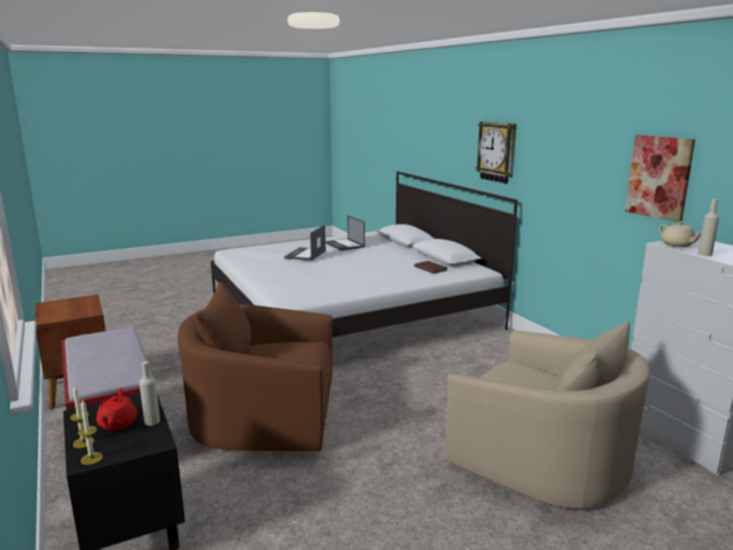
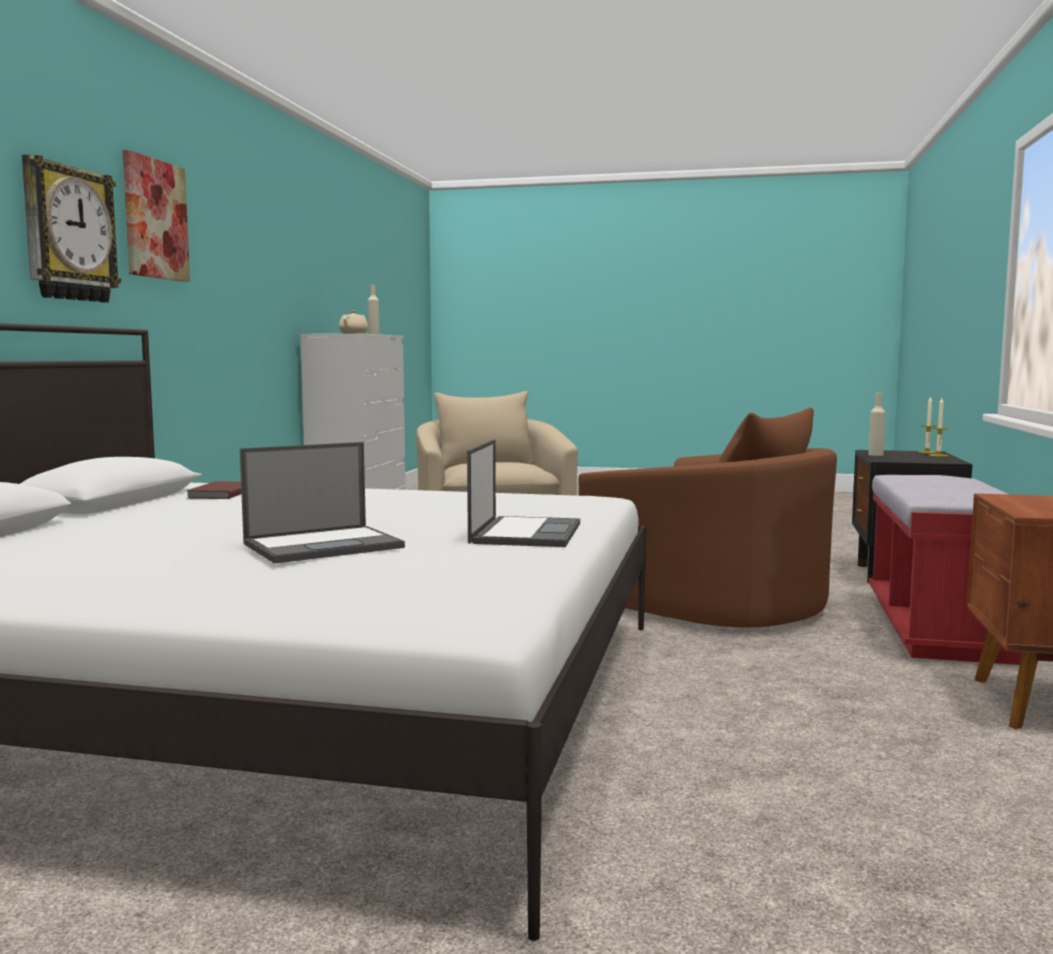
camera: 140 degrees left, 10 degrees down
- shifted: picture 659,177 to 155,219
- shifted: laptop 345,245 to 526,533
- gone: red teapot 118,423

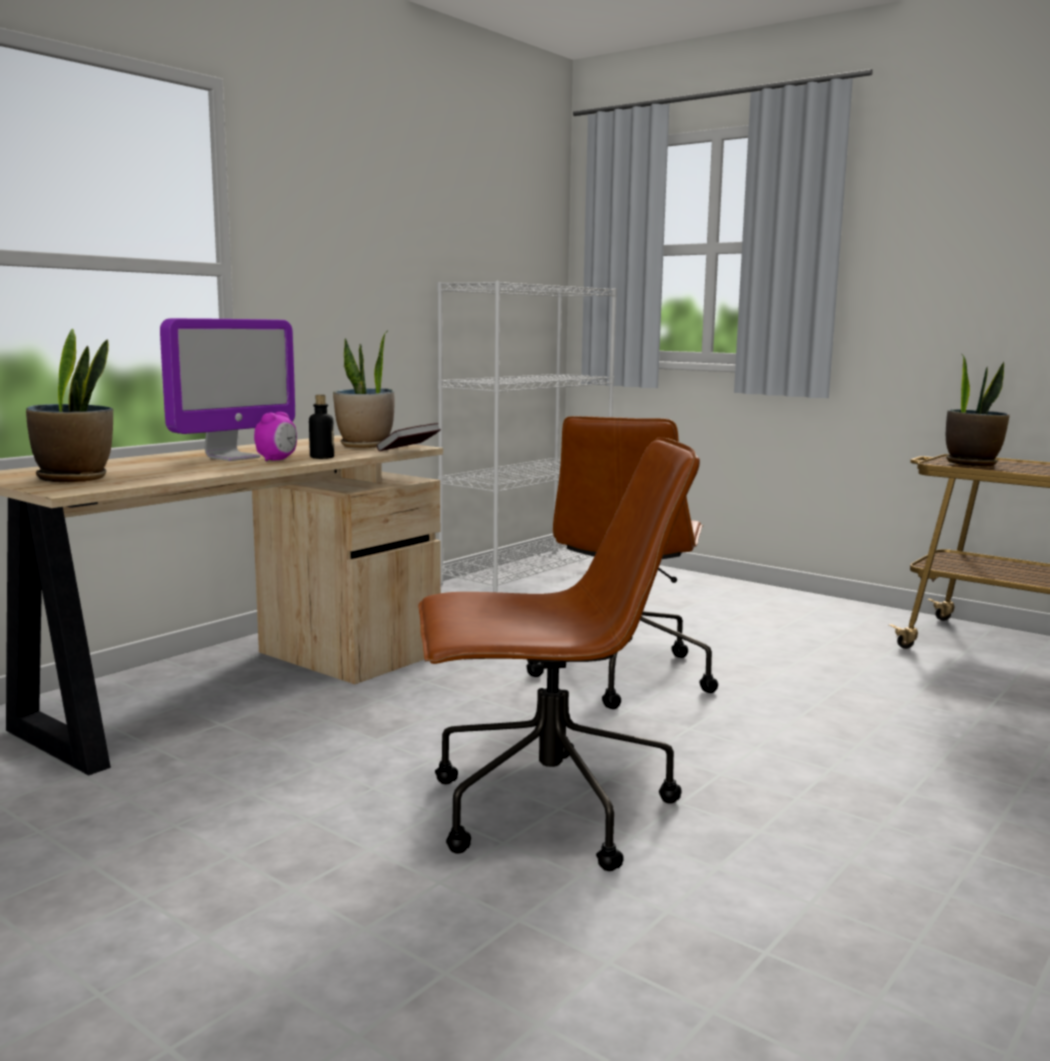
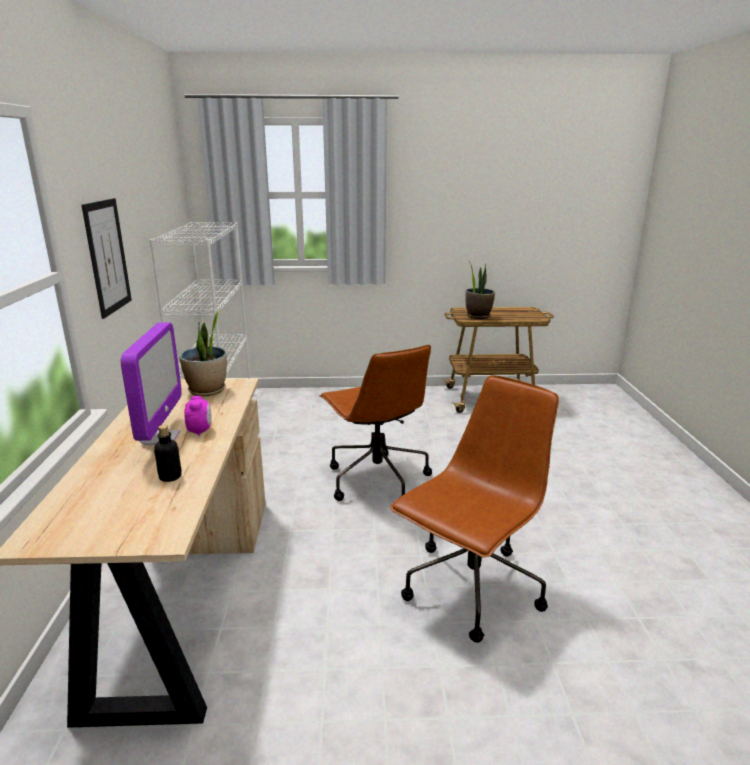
camera: 40 degrees left, 10 degrees up
- new: picture 107,257
- shifted: bottle 322,457 to 170,477
- gone: potted plant 74,478
- gone: book 408,450

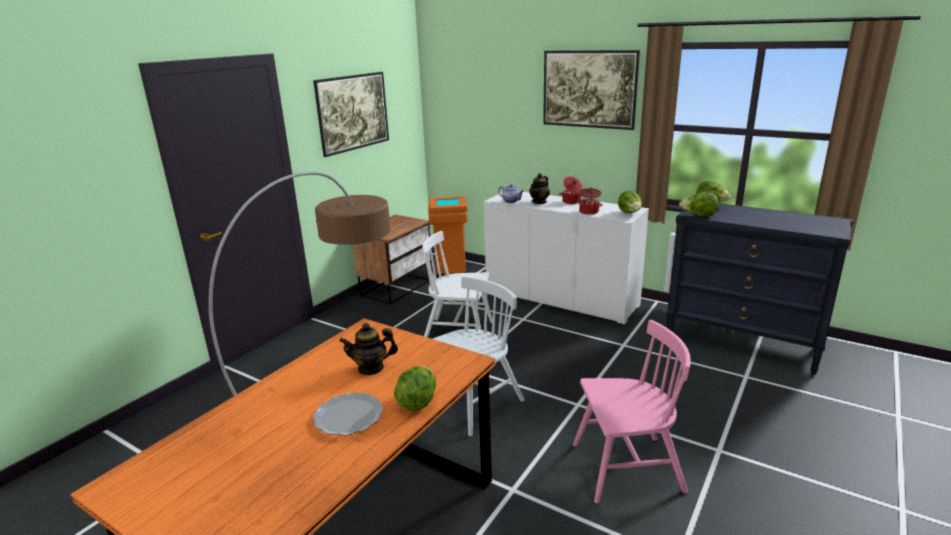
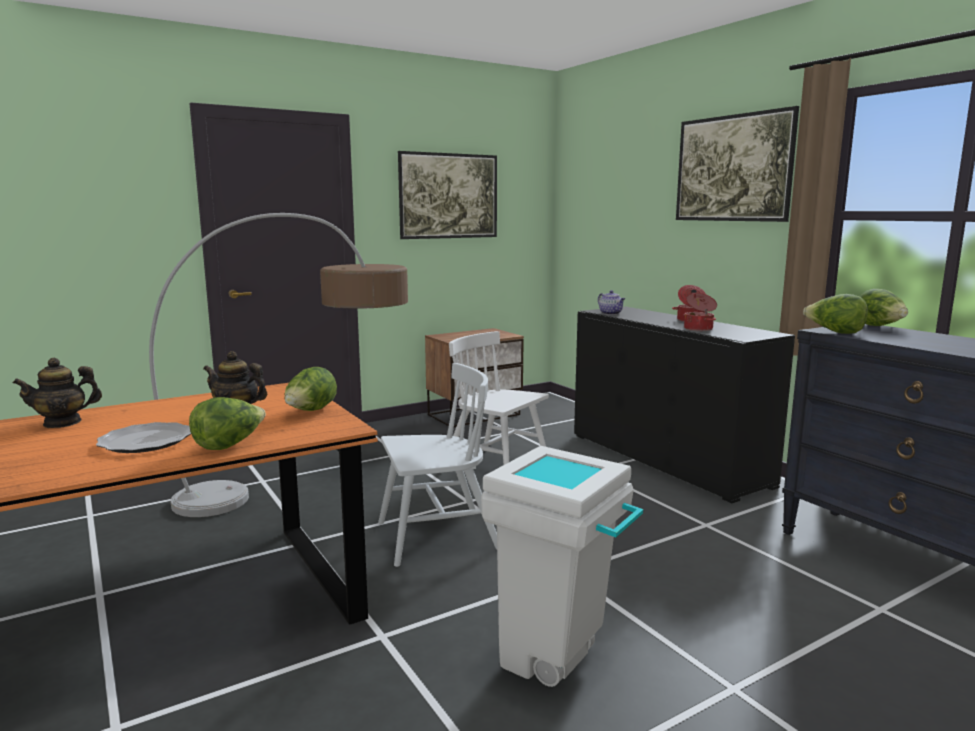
camera: 25 degrees right, 10 degrees down
- shifted: teapot 539,202 to 62,423
- shifted: lettuce 630,213 to 310,412
- swapped: pink chair 626,468 to white trash can 559,663
- repainted: white cabinet 560,298 to black cabinet 666,459
- gone: orange trash can 450,268

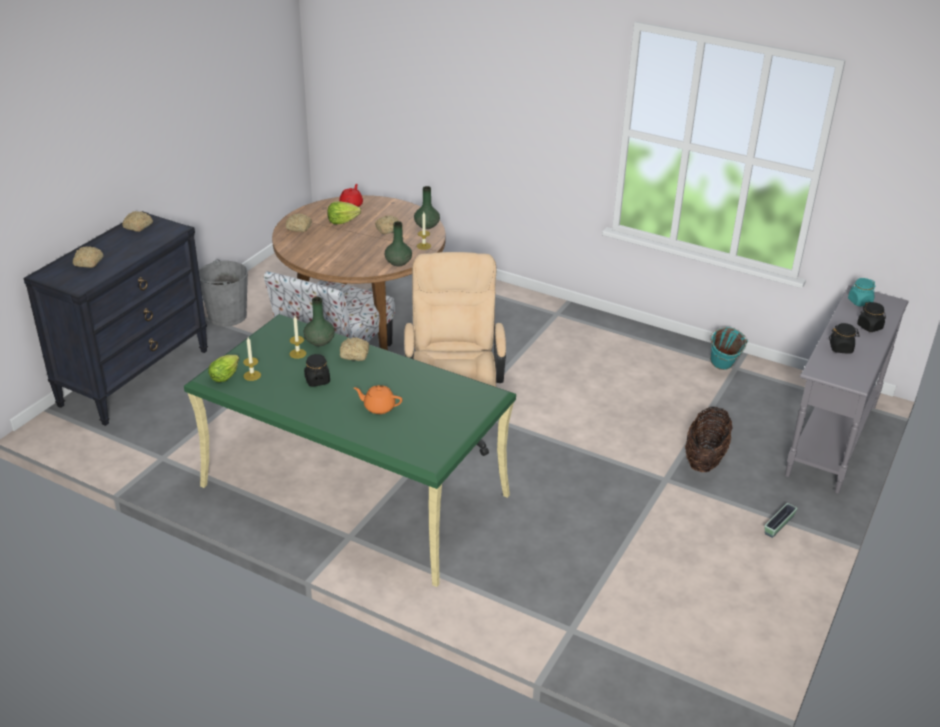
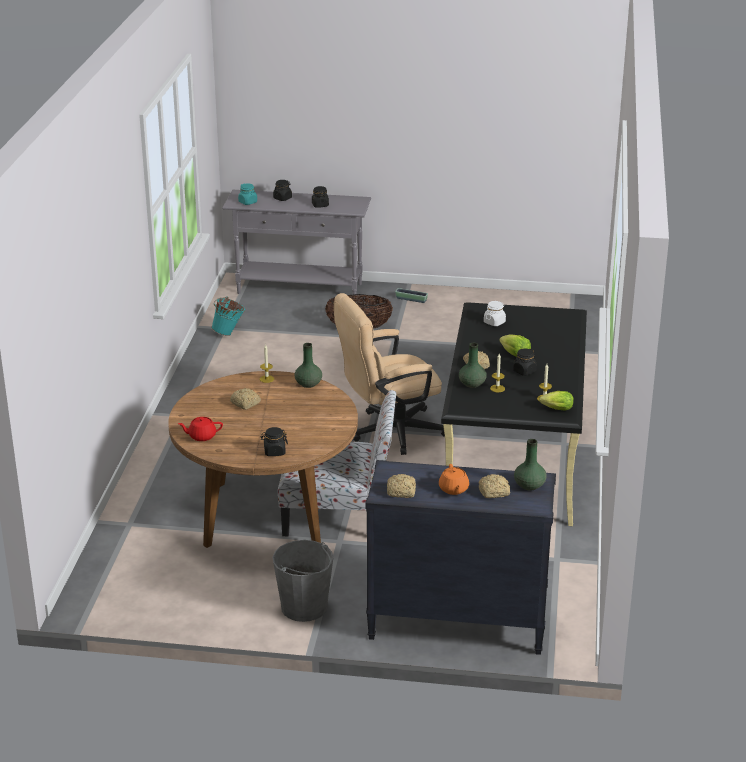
camera: 110 degrees left, 5 degrees down
- swapped: bread 299,228 to black jar 274,452
- shifted: orange teapot 378,407 to 453,489
- repainted: green desk 353,490 to black desk 513,455
- new: white jar 494,322
- shifted: lettuce 342,221 to 515,355
- shifted: green vase 427,225 to 529,485

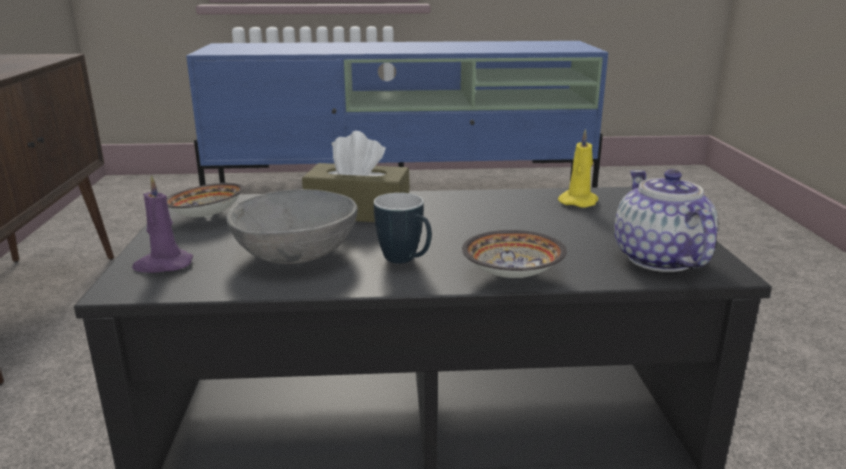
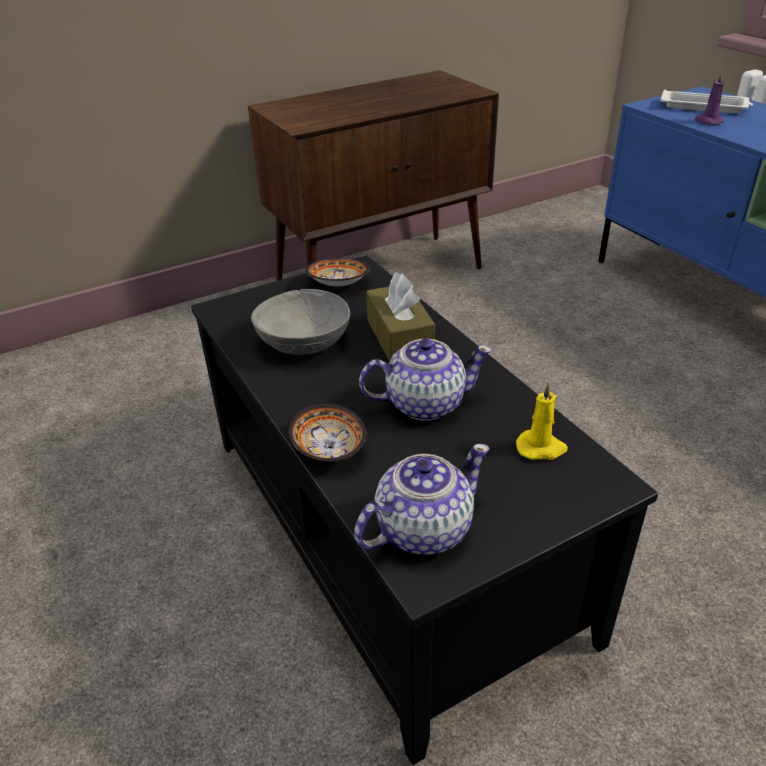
camera: 65 degrees right, 15 degrees up
- new: teapot 424,403
- new: white tray 704,107
- shifted: purple candle 163,265 to 708,121
- gone: mug 406,261

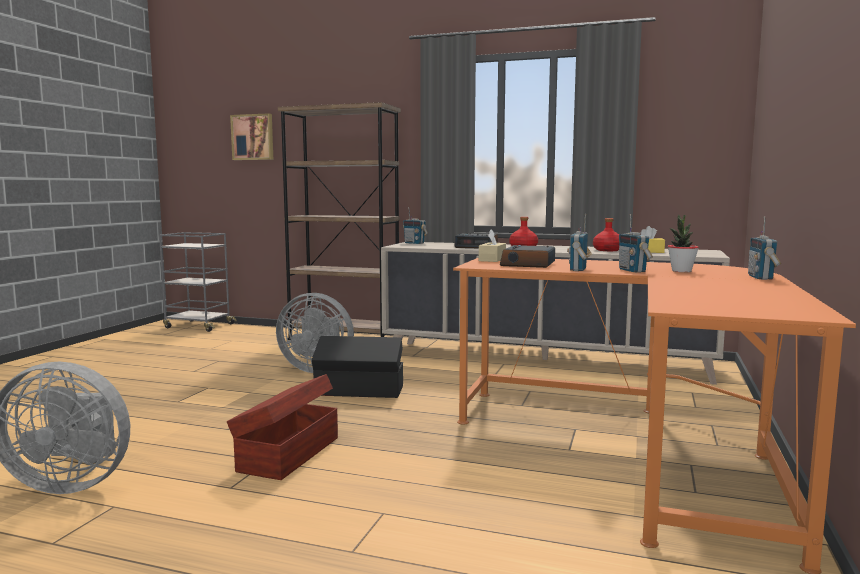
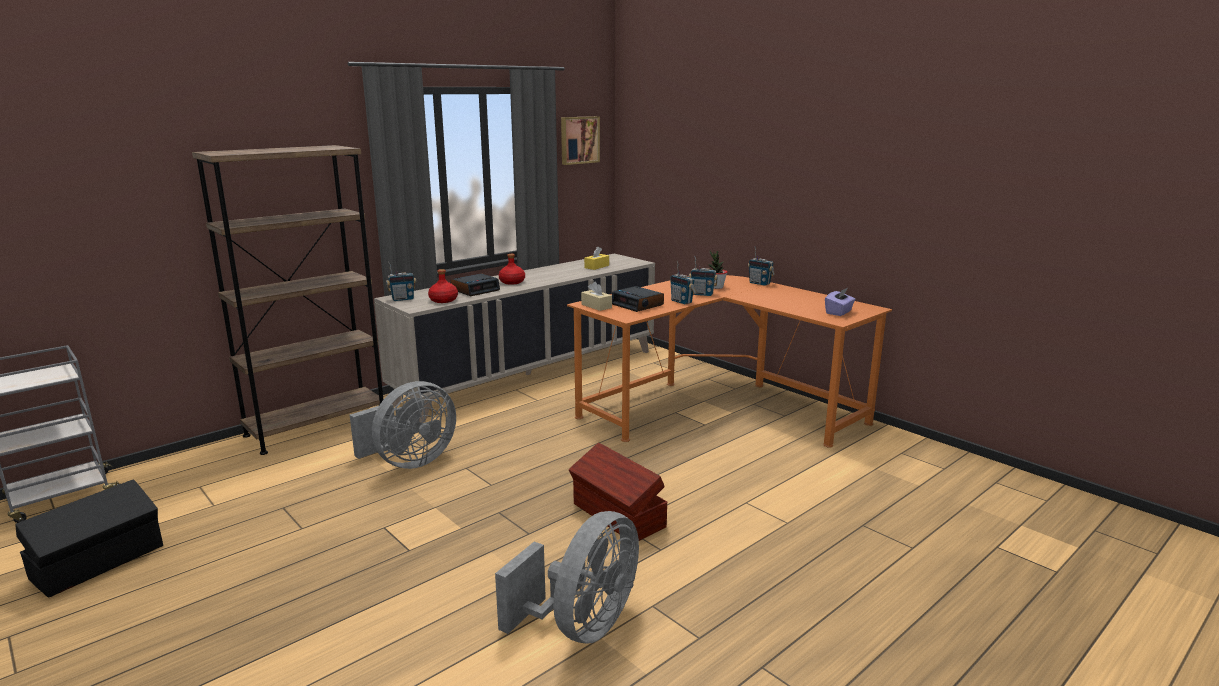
camera: 60 degrees left, 10 degrees up
- shifted: black storage box 360,391 to 100,562
- shifted: red bottle 607,250 to 443,300
- shifted: picture 253,137 to 579,140
- new: purple tissue box 839,312

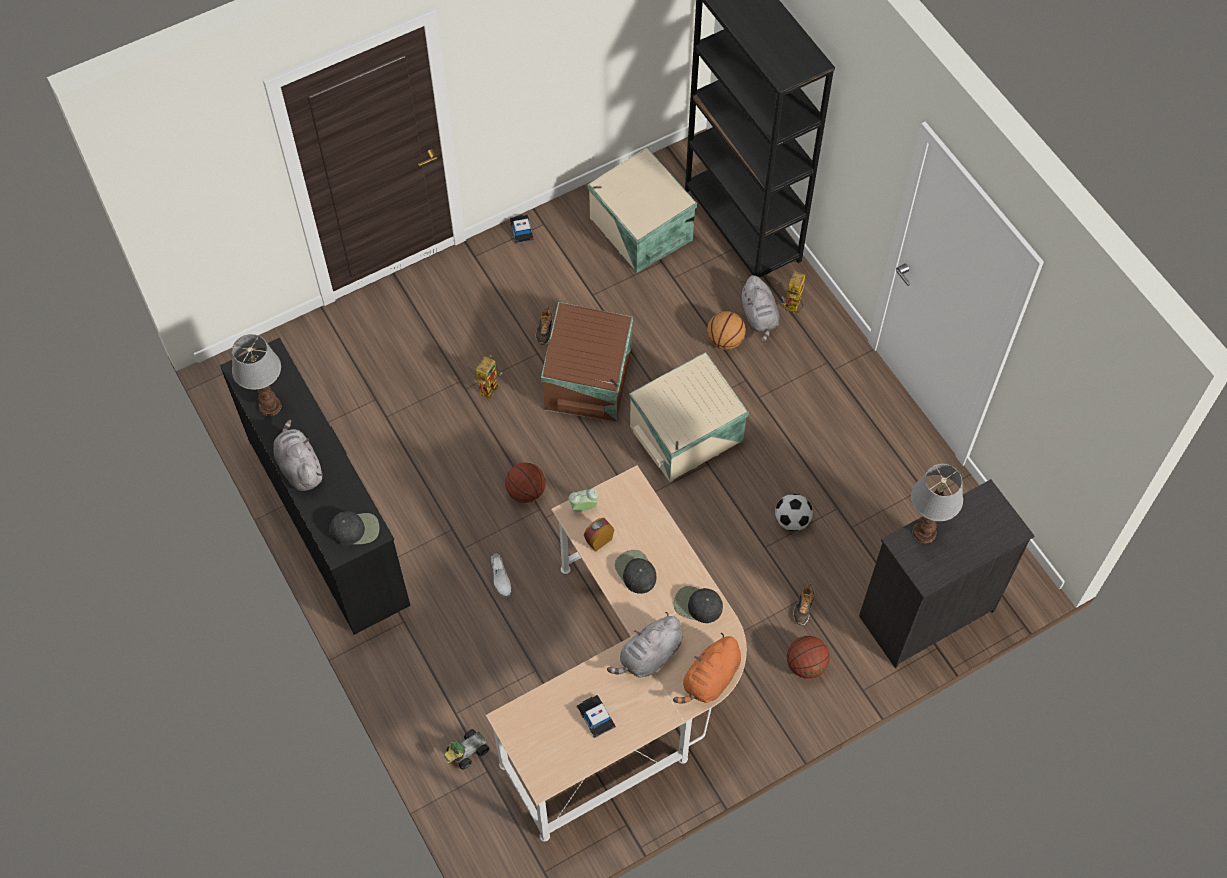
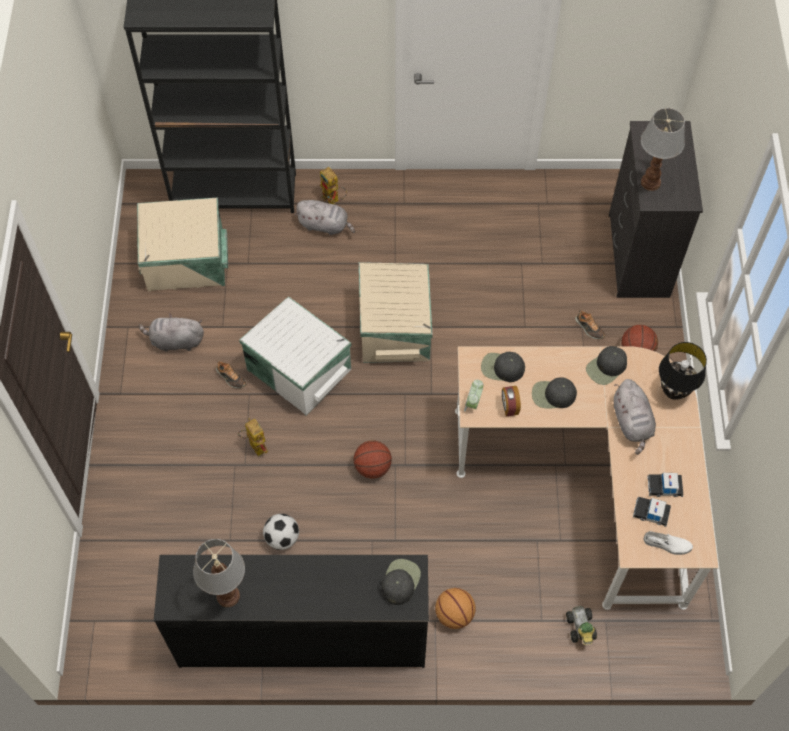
camera: 60 degrees left, 0 degrees up
- shifted: grey plush toy 299,467 to 175,341
- repainted: brown storage box 590,378 to white storage box 299,368
- shifted: football 792,520 to 282,538
- shifted: basketball 725,341 to 454,614
- new: black cap 502,368
- shifted: toy car 521,230 to 651,512
- shifted: white shoe 500,578 to 667,544
- swapped: orange plush toy 710,679 to black table lamp 674,391

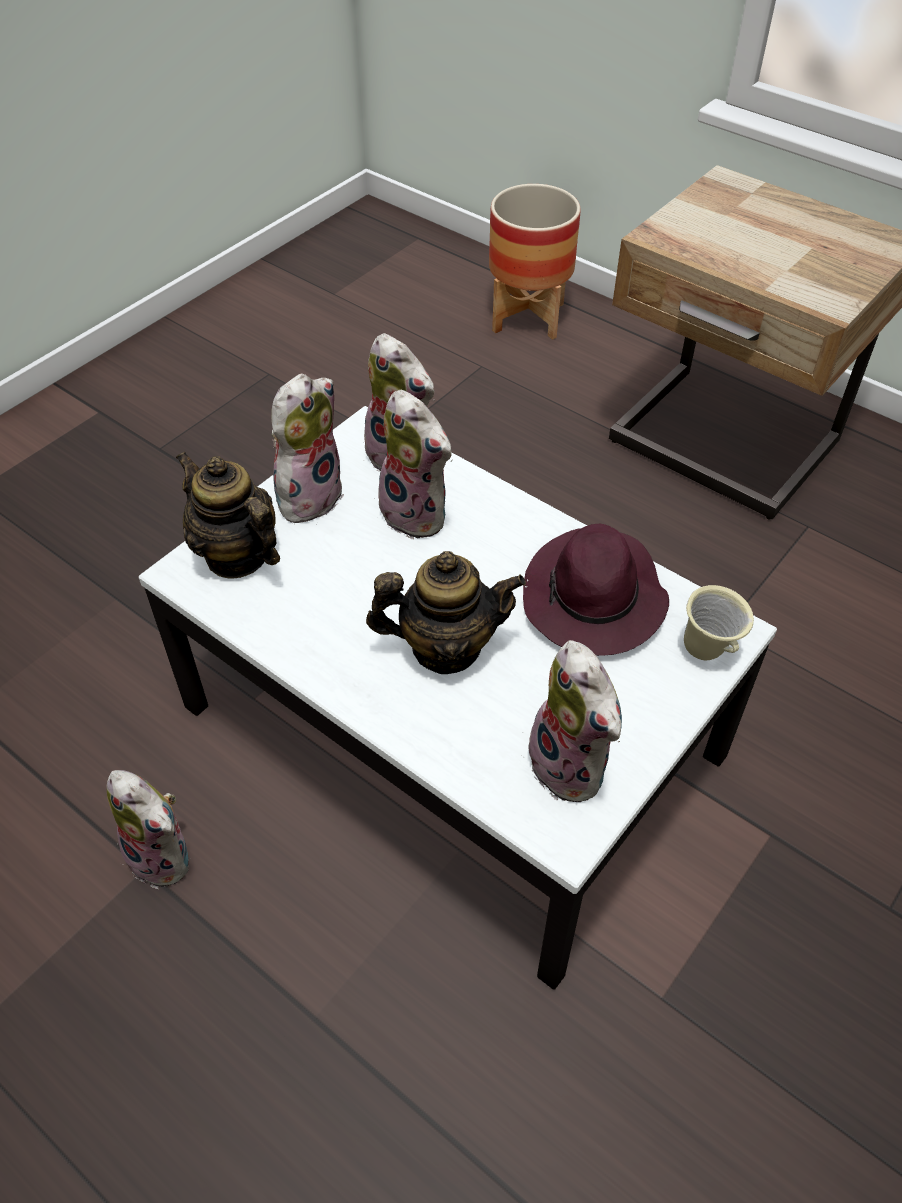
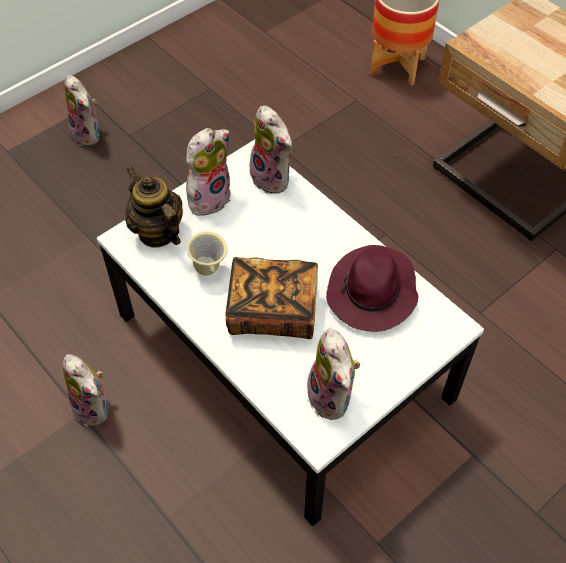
camera: 10 degrees right, 5 degrees up
- shifted: plush toy 418,514 to 89,134
- shifted: beige mug 708,651 to 209,270
- swapped: teapot 446,647 to book 273,311

